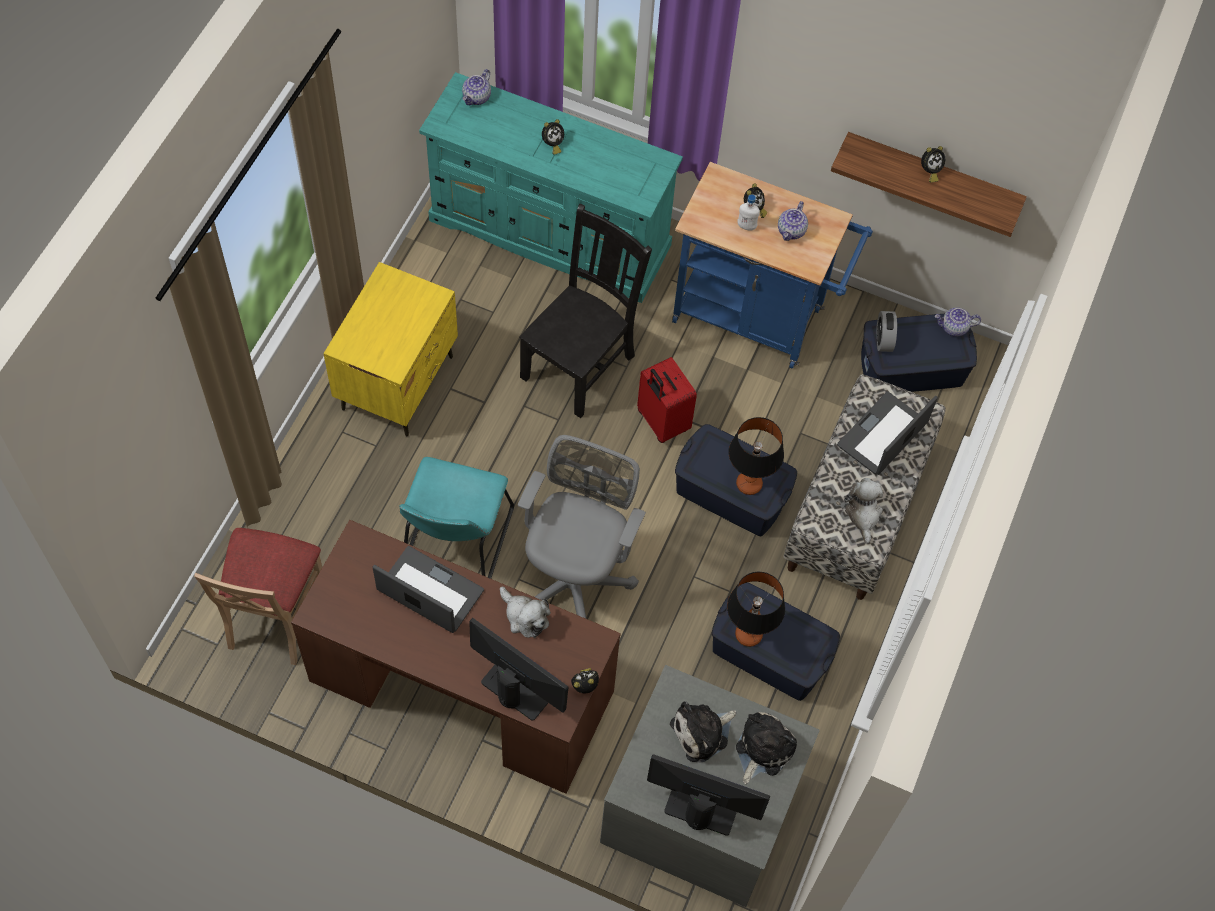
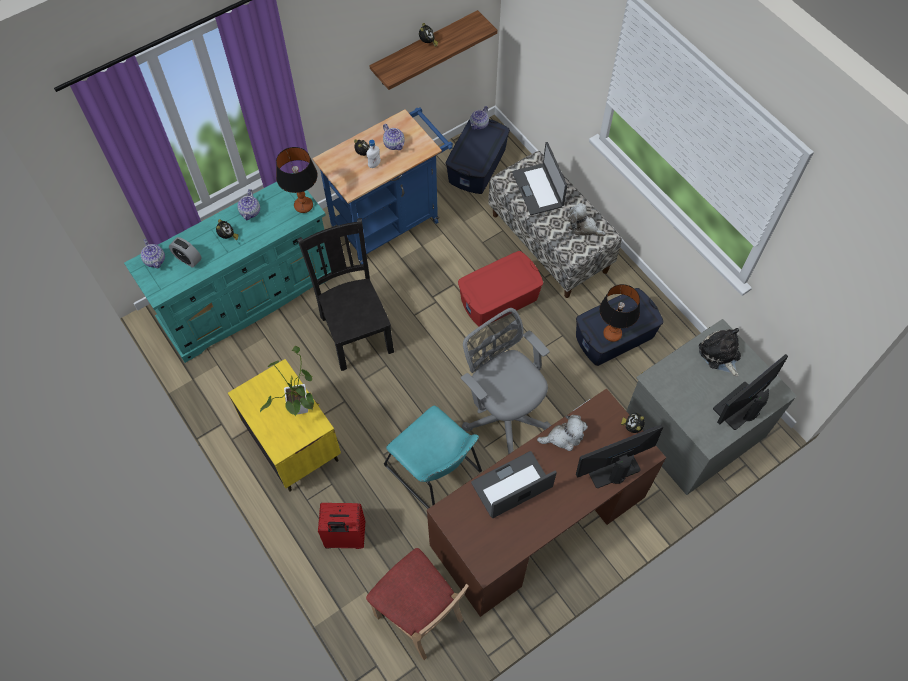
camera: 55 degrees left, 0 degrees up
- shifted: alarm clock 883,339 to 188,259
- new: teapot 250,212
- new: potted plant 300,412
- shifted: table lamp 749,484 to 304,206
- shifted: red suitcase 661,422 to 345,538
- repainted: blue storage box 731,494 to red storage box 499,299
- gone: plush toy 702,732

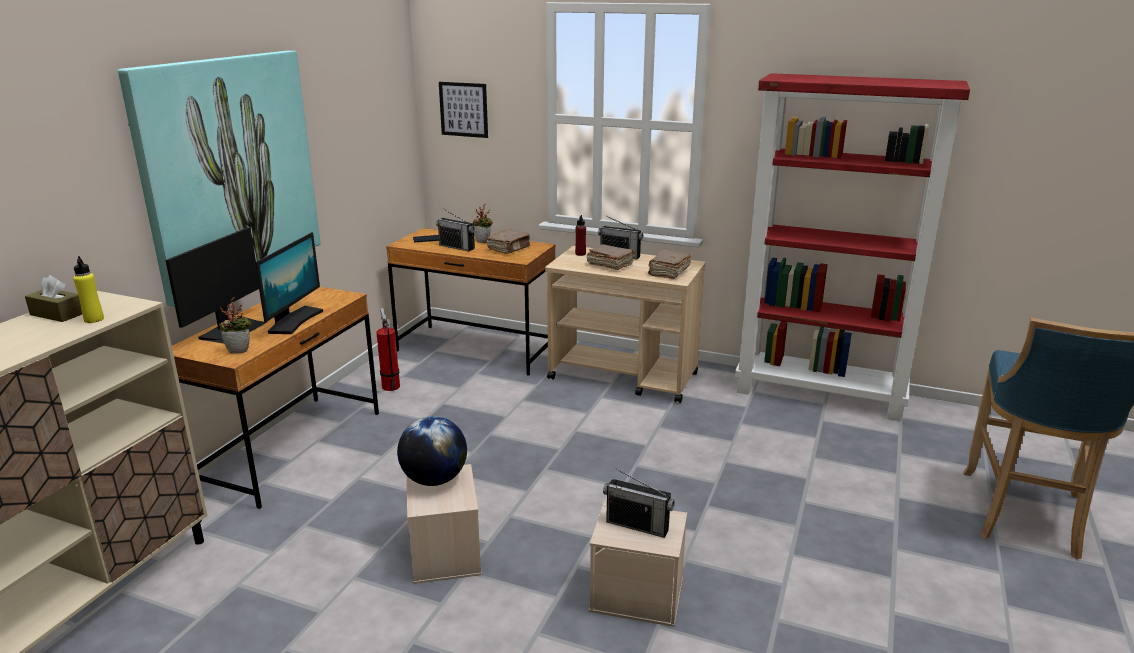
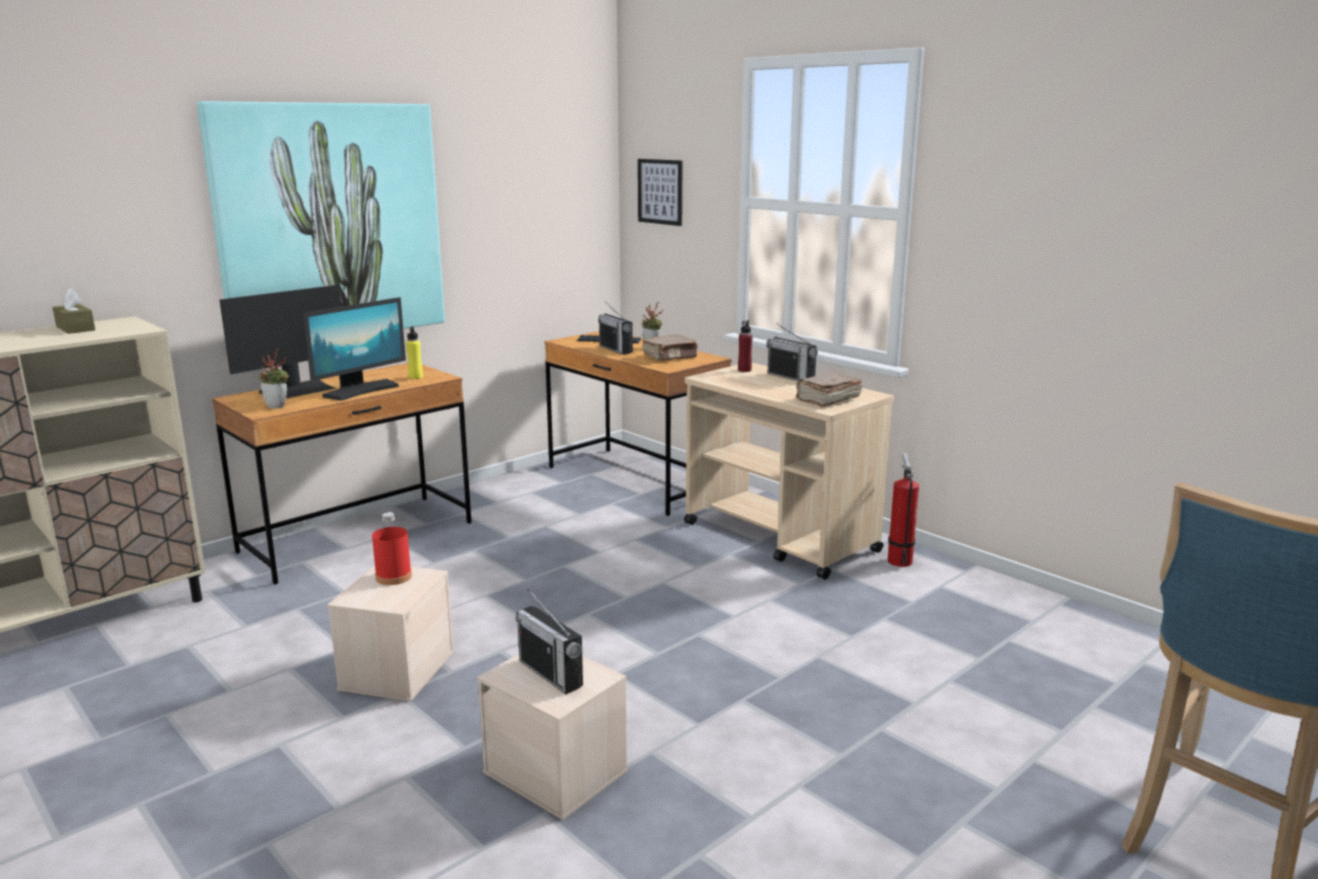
camera: 25 degrees right, 5 degrees down
- swapped: globe 434,480 to red bottle 393,577
- shifted: yellow bottle 94,319 to 415,377
- shifted: fire extinguisher 390,385 to 899,560
- gone: brown book 609,264
- gone: red bookcase 820,394

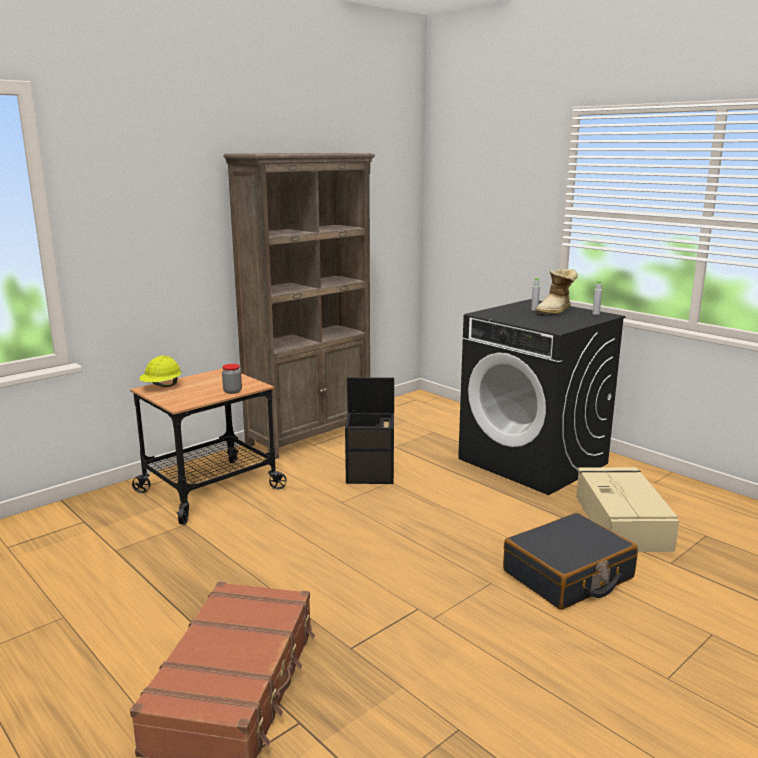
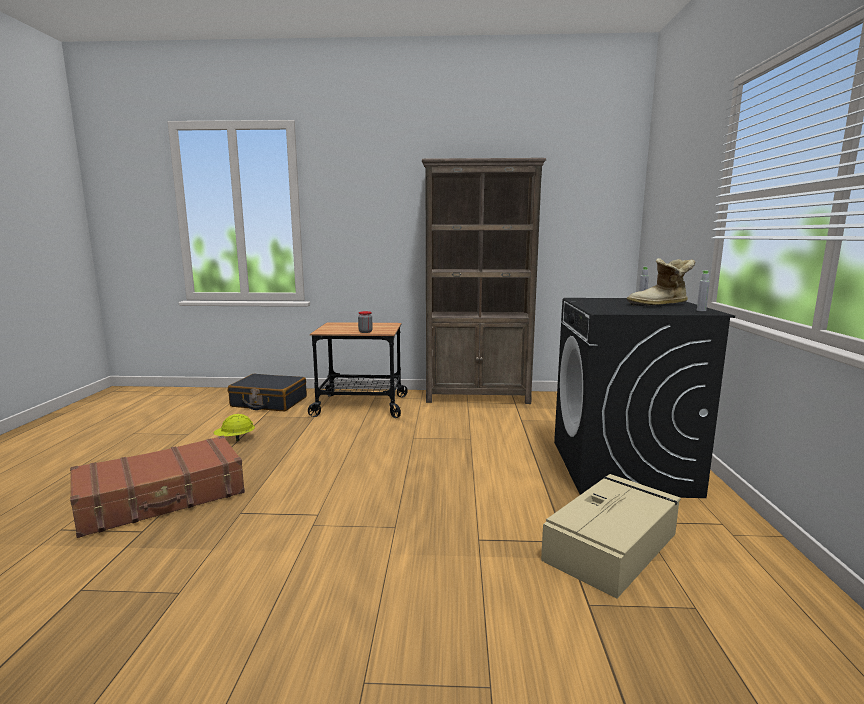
camera: 45 degrees right, 5 degrees down
- shifted: yellow hard hat 162,386 to 235,439
- shifted: black suitcase 568,575 to 269,402
- gone: black storage box 371,474

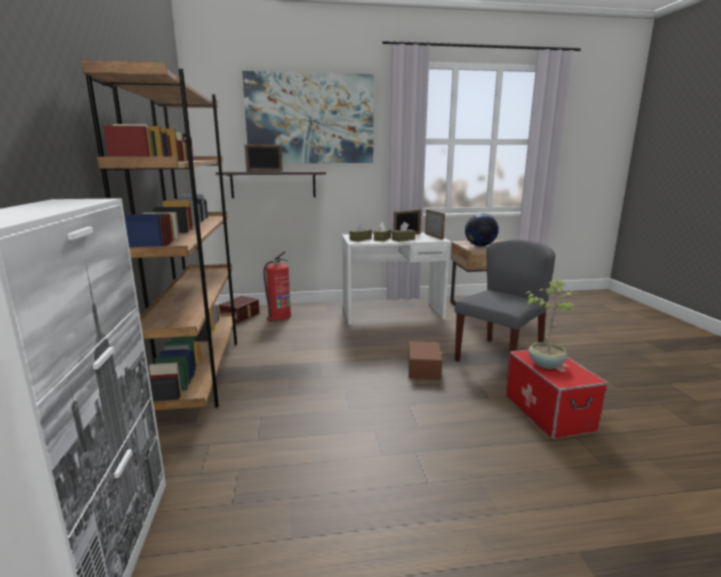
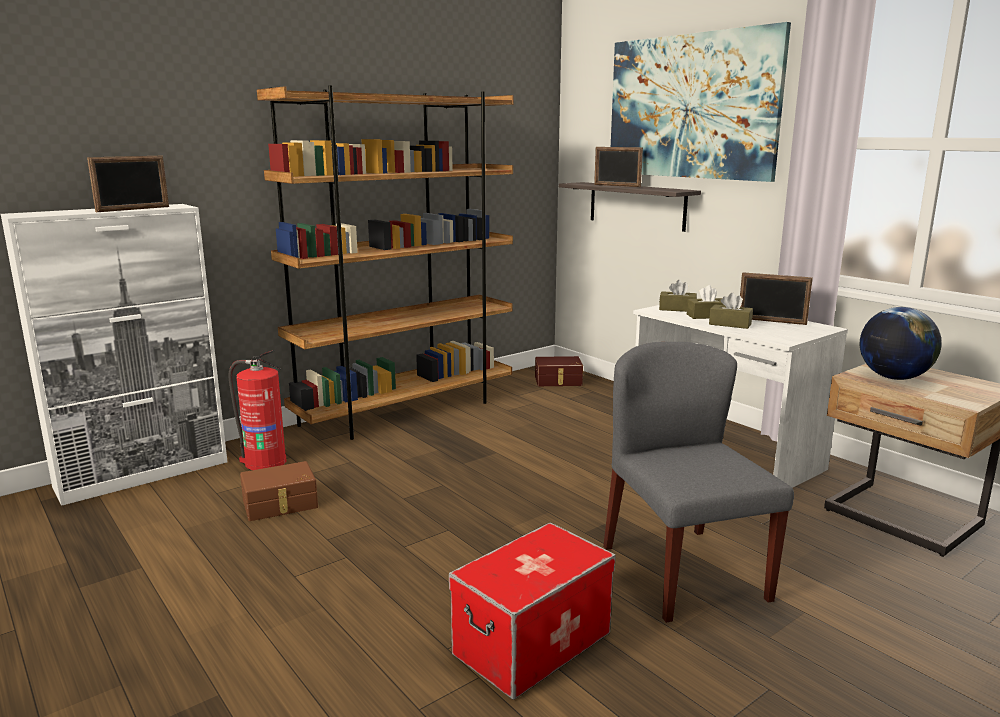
camera: 60 degrees right, 0 degrees up
- shifted: picture frame 434,236 to 133,209
- shifted: fire extinguisher 279,316 to 264,462
- shifted: brown storage box 425,368 to 280,504
- rotated: grey chair 499,357 = 683,571 120 degrees counterclockwise
- gone: potted plant 546,363

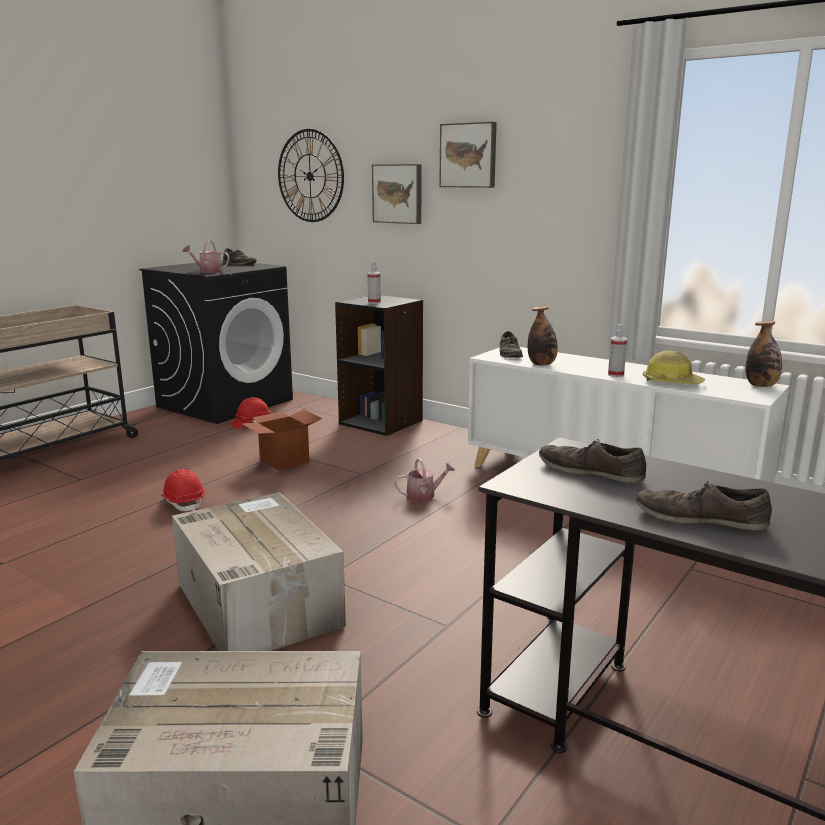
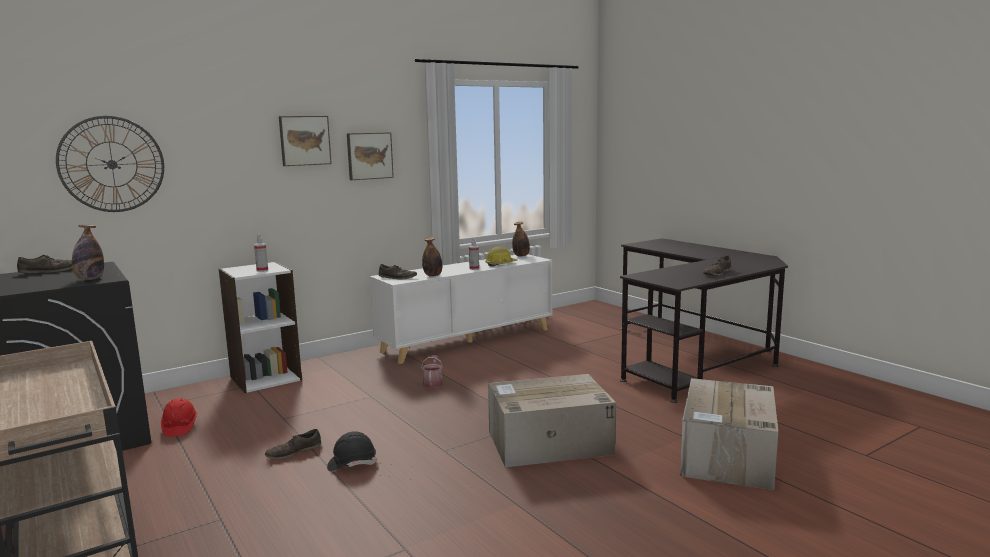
camera: 70 degrees left, 5 degrees down
- swapped: watering can 207,271 to bottle 90,279
- repainted: black bookcase 381,422 to white bookcase 265,378
- shifted: brown shoe 590,471 to 293,452
- repainted: red hard hat 184,502 to black hard hat 352,464
- shifted: picture 398,193 to 369,156
- gone: cardboard box 284,461

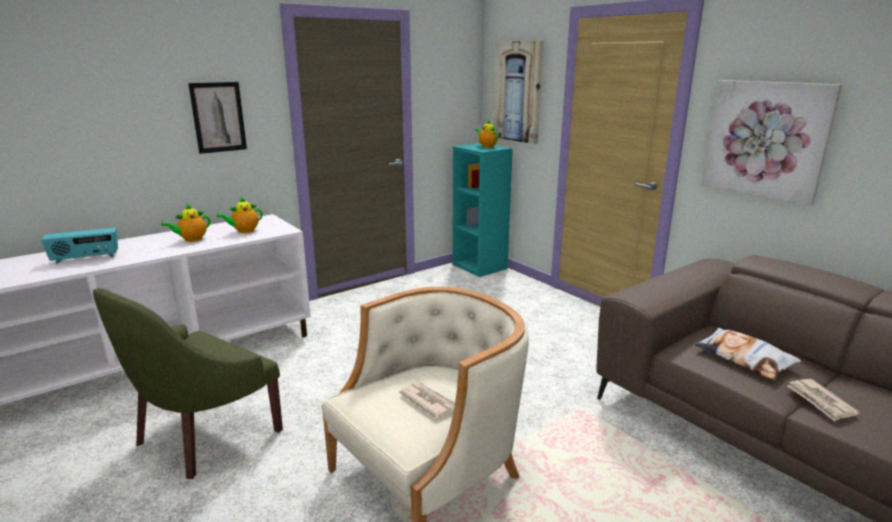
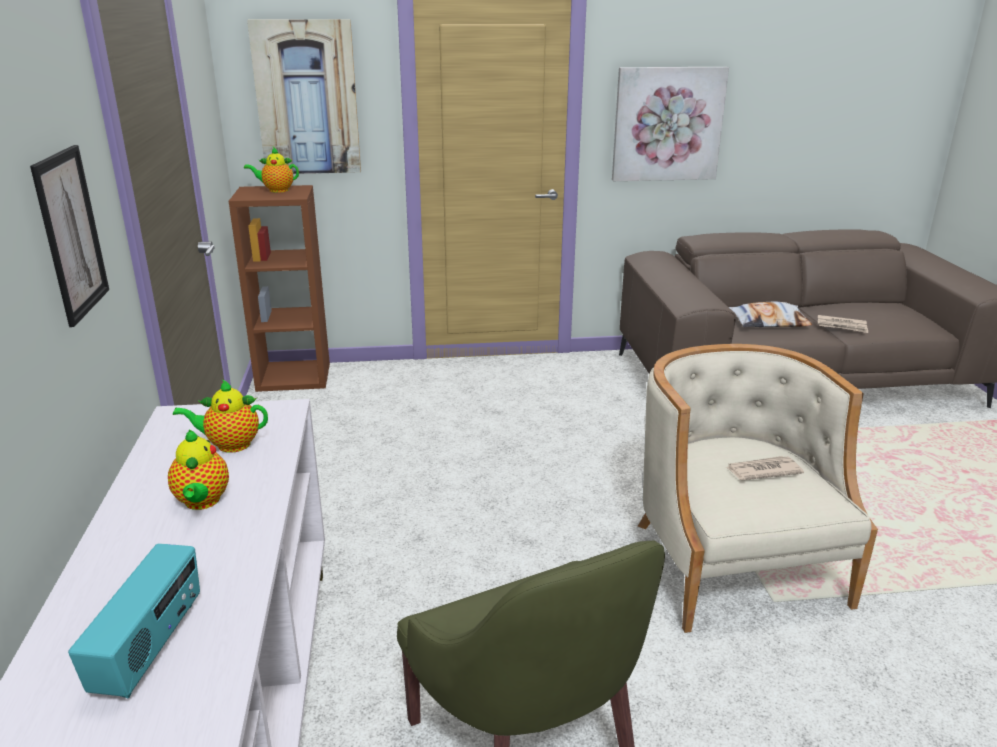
camera: 60 degrees left, 5 degrees up
- rotated: teapot 244,231 = 230,445 90 degrees clockwise
- repainted: turquoise bookcase 480,266 to brown bookcase 294,377

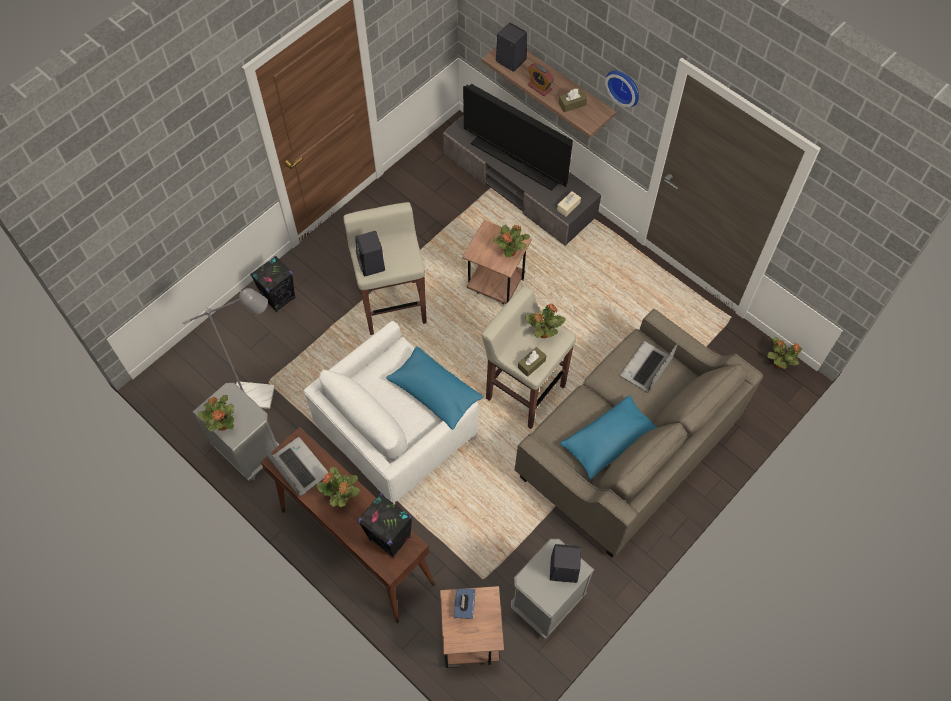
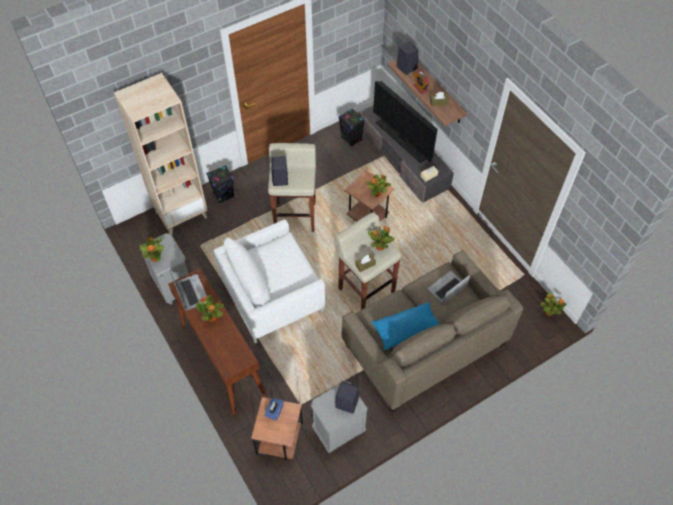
camera: 15 degrees right, 5 degrees down
- new: beige bookcase 181,214
- shifted: black speaker 390,538 to 351,139
- gone: grey floor lamp 261,396
- gone: blue pillow 434,393
- gone: wall clock 624,86

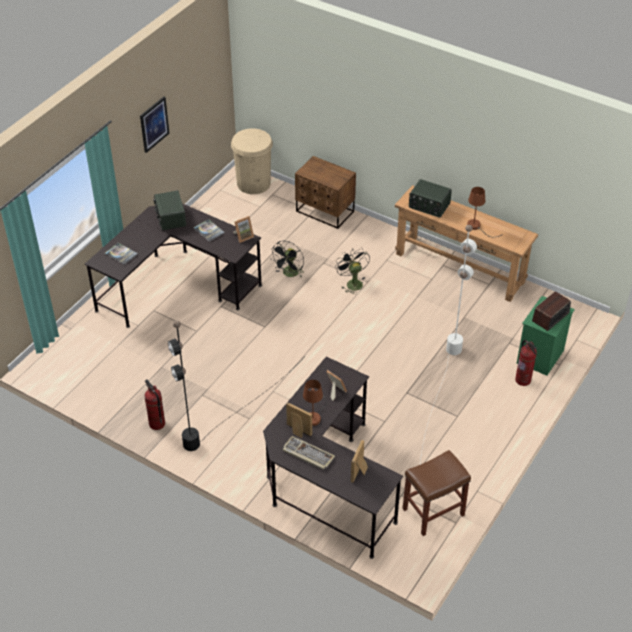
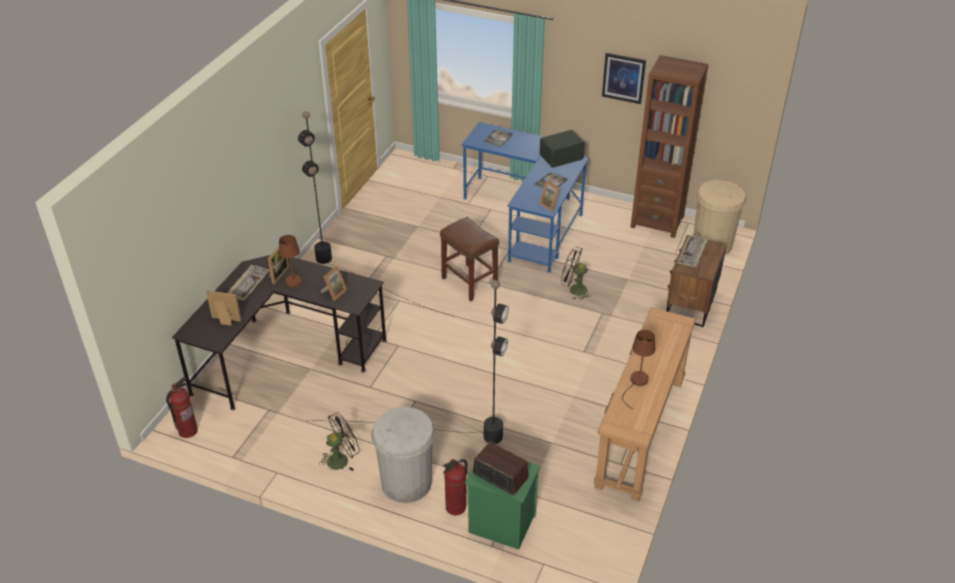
camera: 80 degrees right, 5 degrees down
- shifted: fire extinguisher 157,424 to 188,431
- repainted: white floor lamp 443,380 to black floor lamp 440,431
- shifted: black fan 352,283 to 341,458
- new: white trash can 406,483
- shifted: brown stool 433,512 to 468,282
- repainted: black desk 176,285 to blue desk 530,217
- new: brown bookcase 657,222
- new: keyboard 692,253
- gone: radio 429,206

